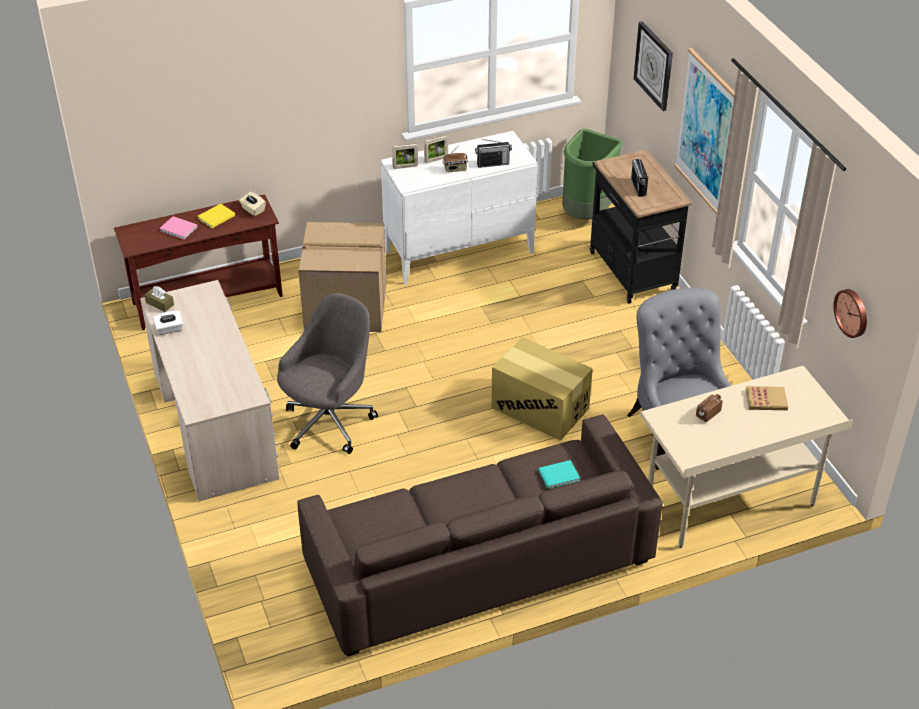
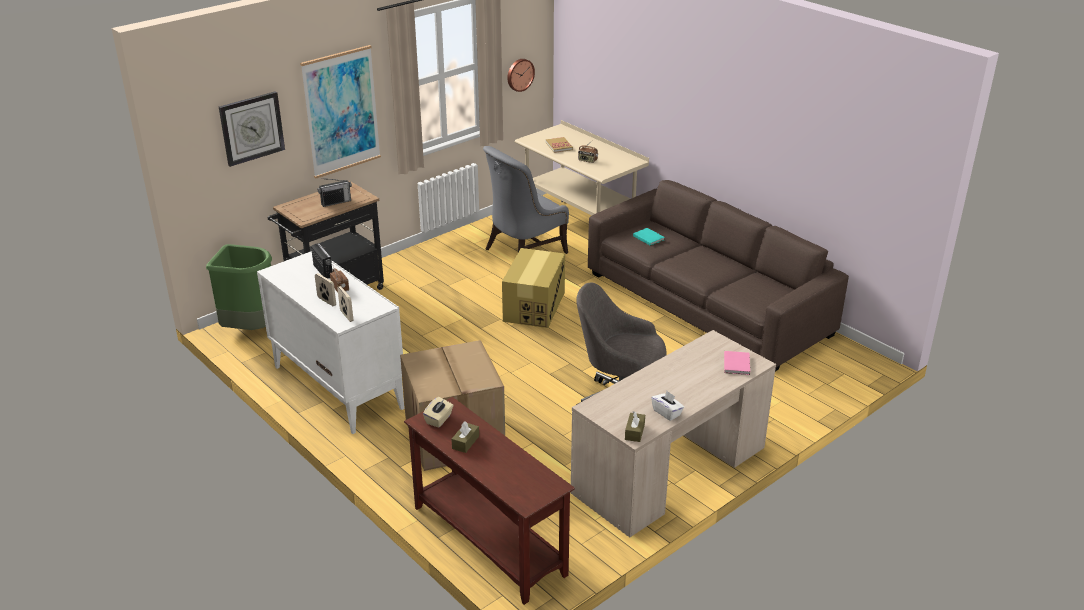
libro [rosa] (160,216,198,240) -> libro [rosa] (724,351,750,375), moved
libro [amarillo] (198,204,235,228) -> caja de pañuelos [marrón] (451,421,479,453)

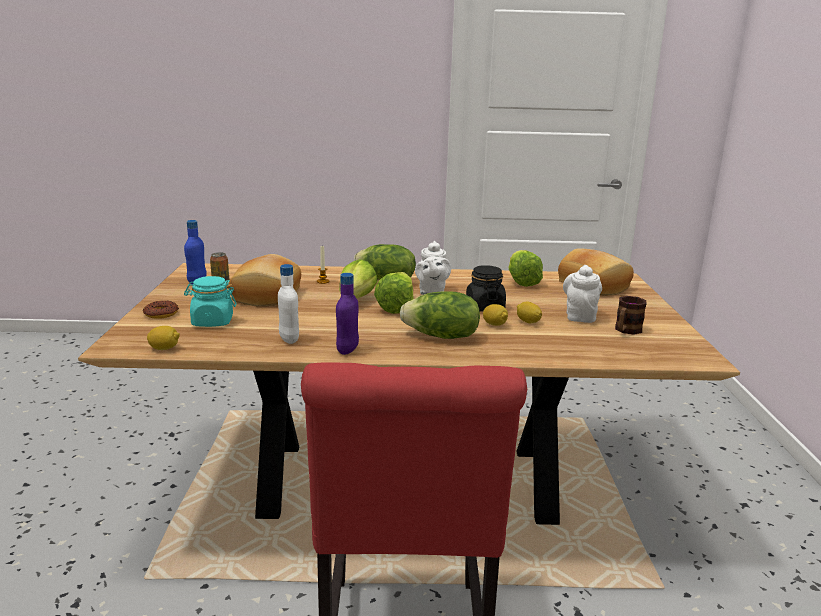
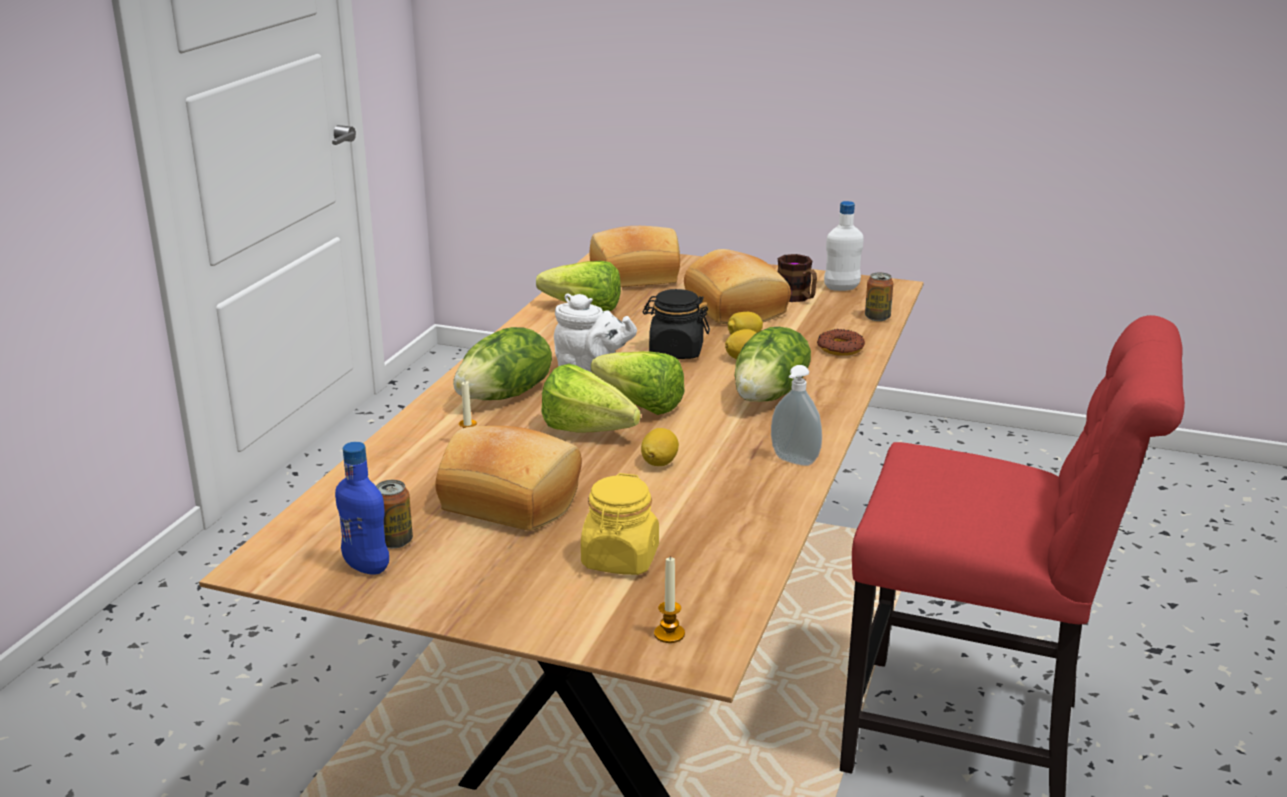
none -> vela (654,556,685,643)
none -> lata (865,272,893,321)
rosquilla (143,300,179,319) -> rosquilla (817,329,865,356), moved
limón (147,326,180,350) -> limón (641,428,679,466), moved
botella [blanco] (278,264,299,344) -> botella [blanco] (824,201,864,291), moved
botella [morado] (336,273,359,355) -> dispensador de jabón (771,365,822,466)
tetera [blanco] (563,265,602,323) -> pan (684,249,791,324)
tarro [turquesa] (184,276,236,327) -> tarro [amarillo] (581,473,659,575)

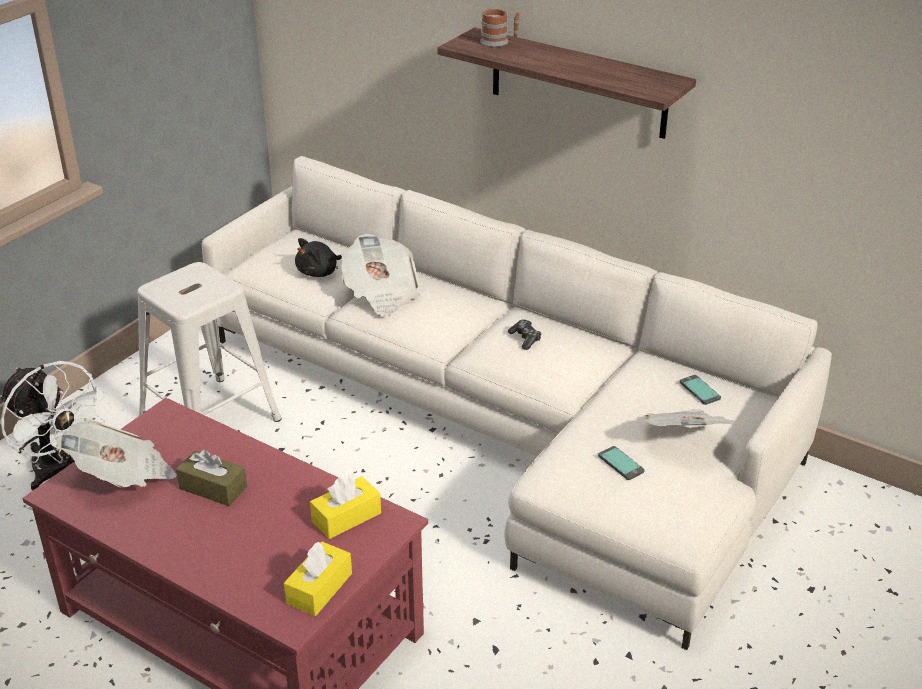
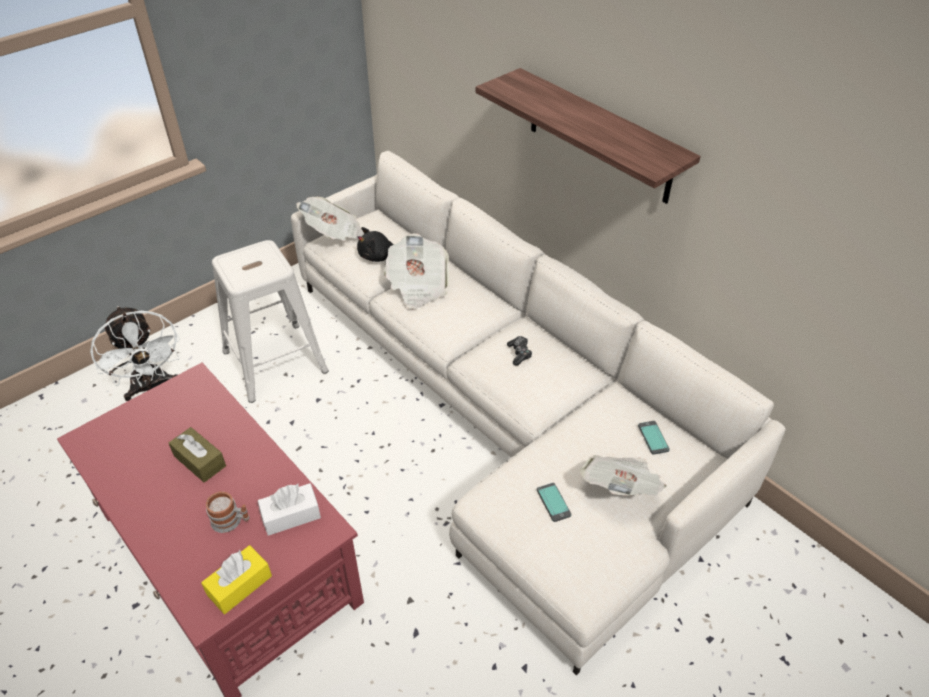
periódico (56,421,177,488) -> periódico (296,197,364,241), moved
taza grande (480,9,520,47) -> taza grande (206,491,250,533), moved
caja de pañuelos [amarillo] (310,474,381,539) -> caja de pañuelos [blanco] (258,483,321,536)

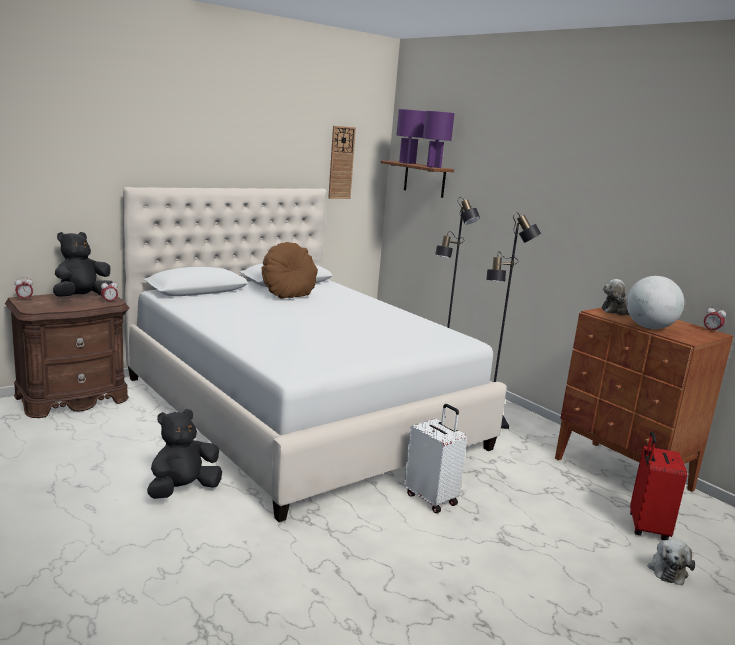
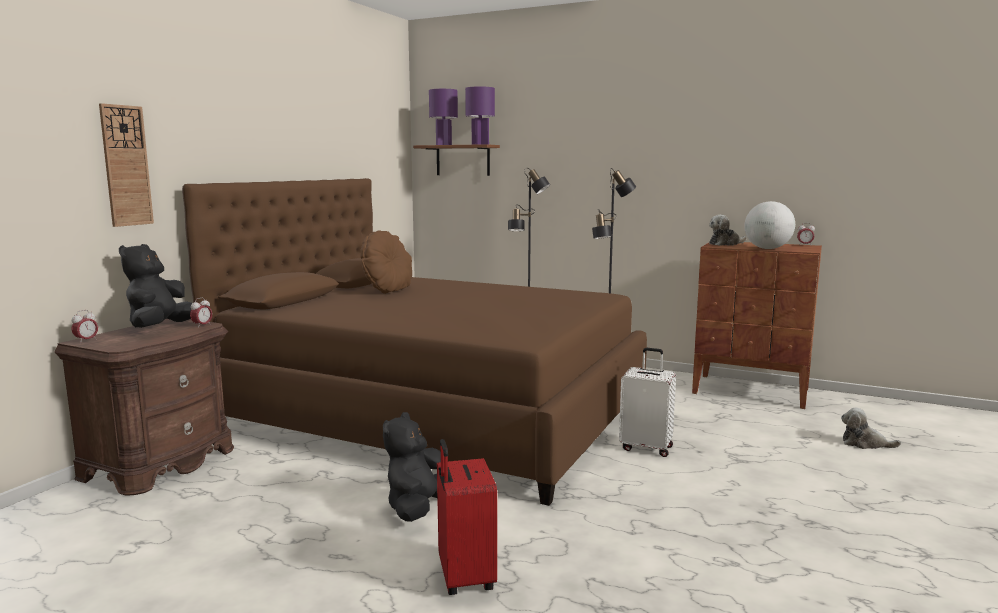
reloj de pared (328,126,356,199) -> reloj de pared (99,103,154,227), moved
maleta [rojo] (630,432,687,540) -> maleta [rojo] (437,439,497,595), moved
cama [blanco] (123,187,507,522) -> cama [marrón] (182,178,647,506)
peluche (648,539,695,585) -> peluche (841,407,901,449), 120 degrees clockwise

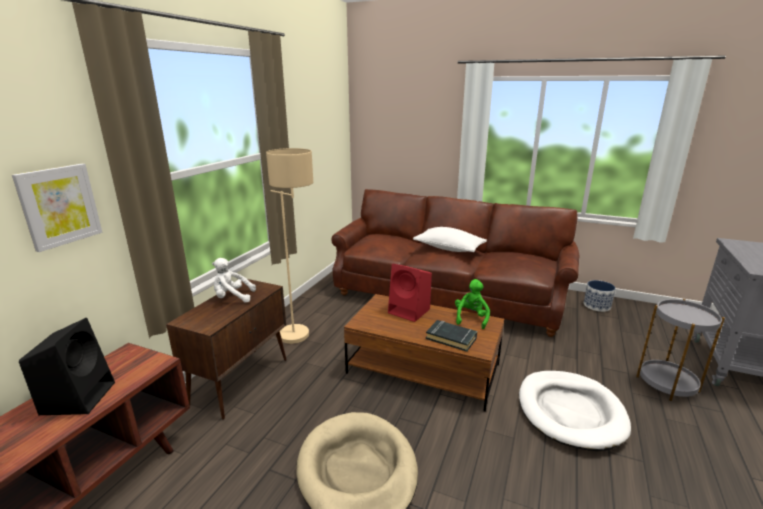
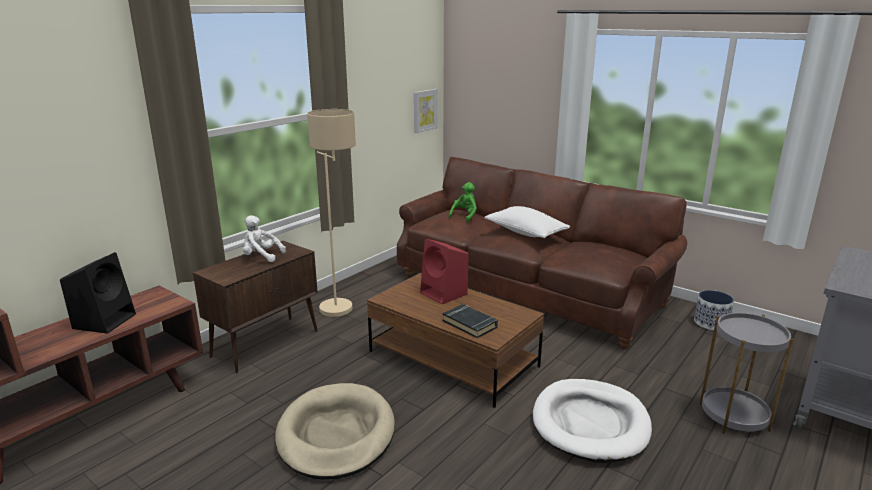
cuadro (12,164,102,252) -> cuadro (414,89,438,133), moved
peluche [verde] (455,279,490,329) -> peluche [verde] (448,182,477,222), moved

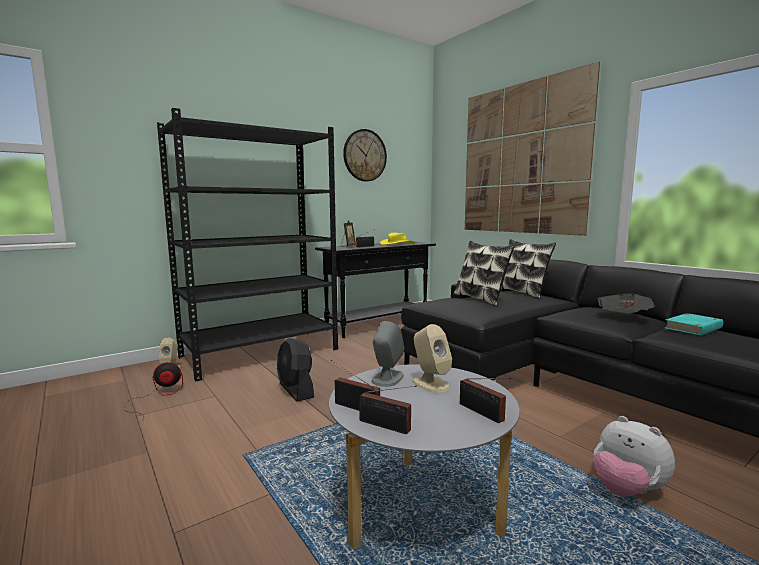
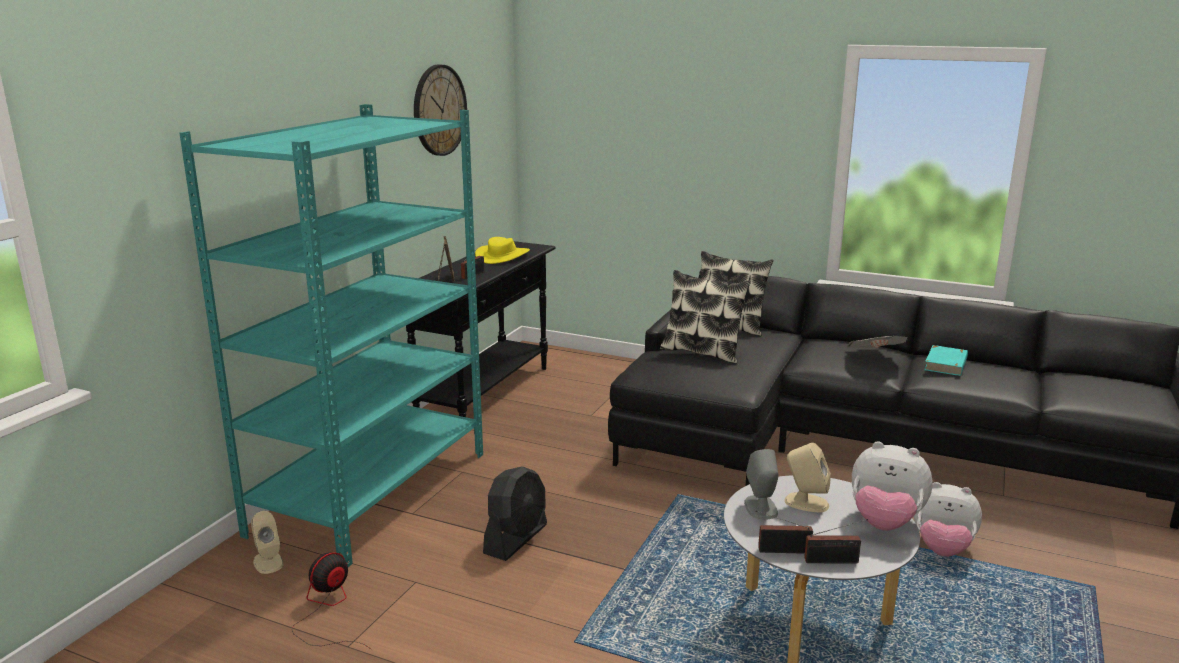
cuadro (465,61,600,236) -> none
radio (460,378,511,423) -> peluche (852,441,933,531)
estantería [negro] (157,108,338,381) -> estantería [turquesa] (179,104,483,567)
ventilador [negro] (277,338,314,402) -> ventilador [negro] (483,466,547,561), 90 degrees counterclockwise

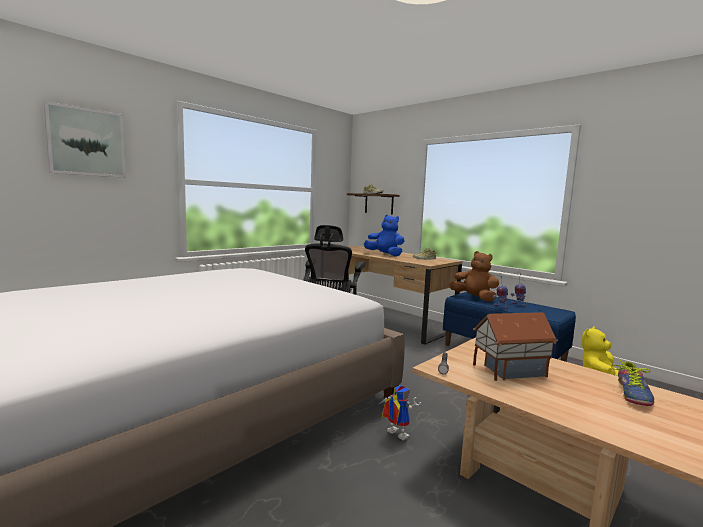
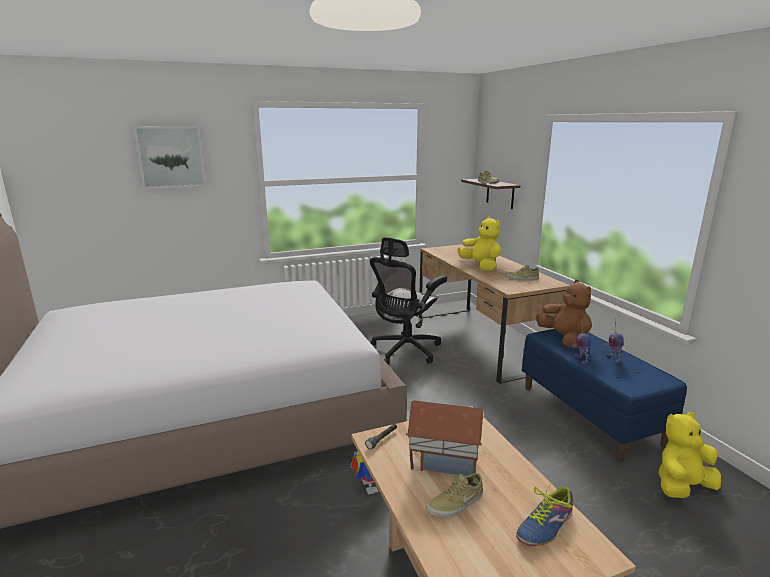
none -> zapato [beis] (426,473,483,518)
peluche [azul] (364,215,405,256) -> peluche [amarillo] (458,216,501,271)

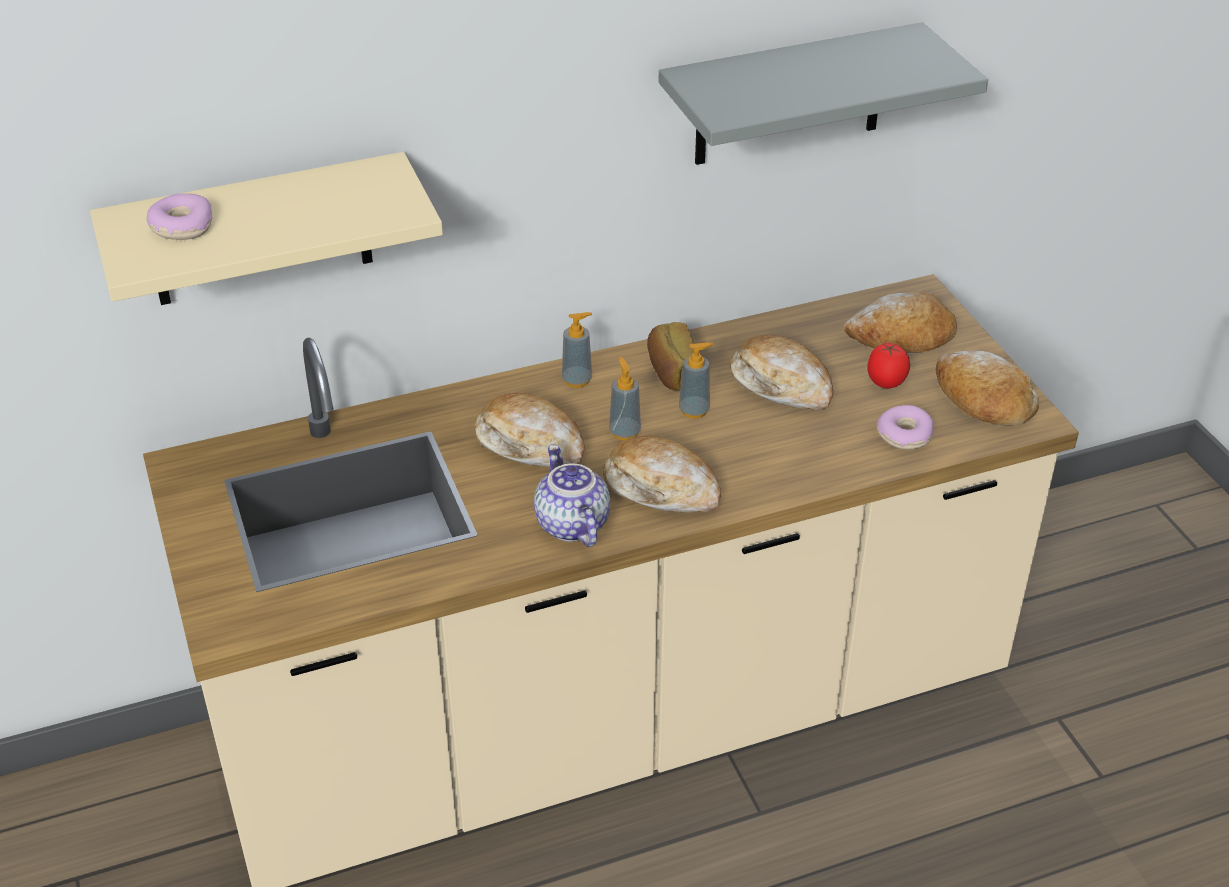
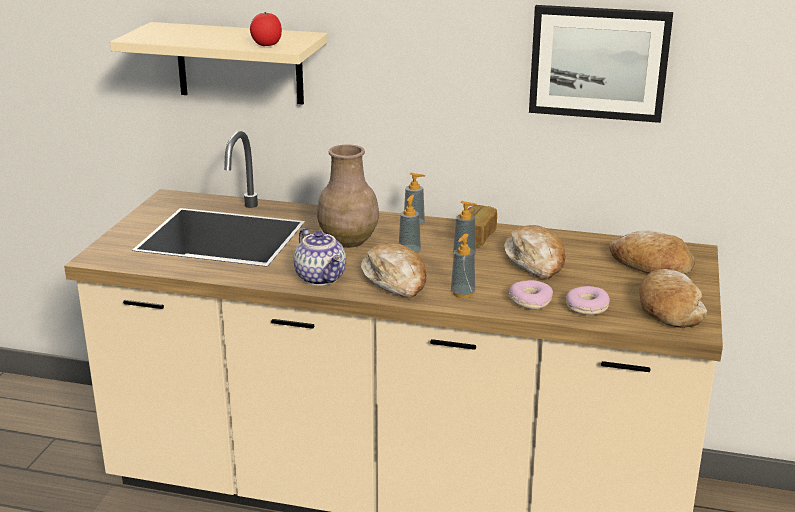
none -> dispensador de jabón (451,234,475,298)
rosquilla (147,193,212,240) -> rosquilla (509,280,553,310), moved
tomate (868,343,910,388) -> tomate (250,12,282,46), moved
pan (474,393,585,467) -> florero [marrón] (317,145,379,248)
estante [gris] (659,22,988,165) -> cuadro (529,5,673,123)
tetera (534,444,610,547) -> tetera (294,228,346,286), 135 degrees clockwise

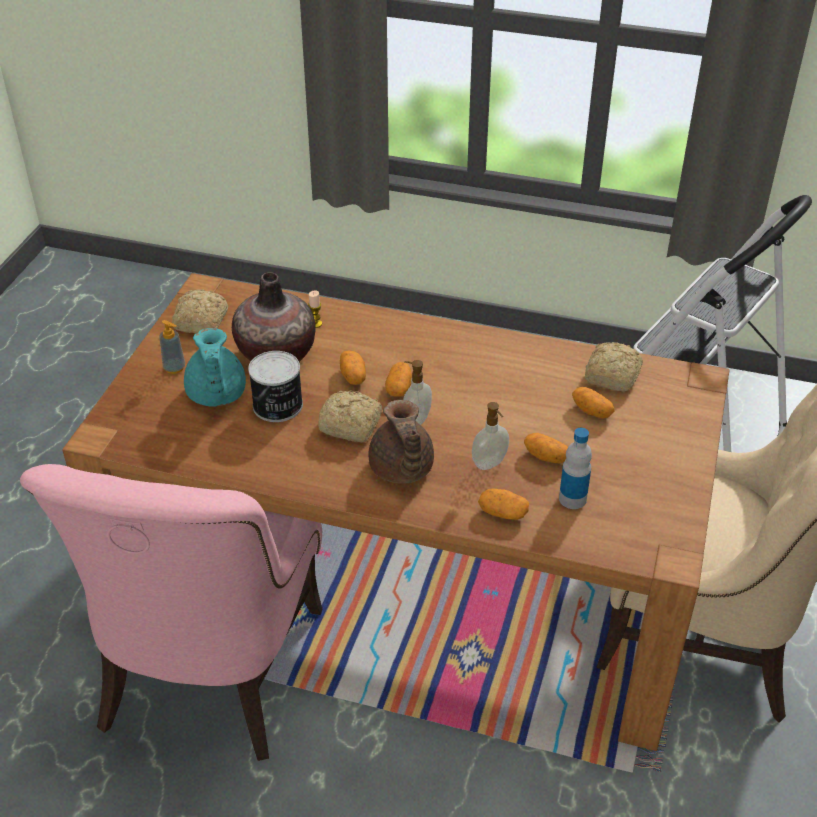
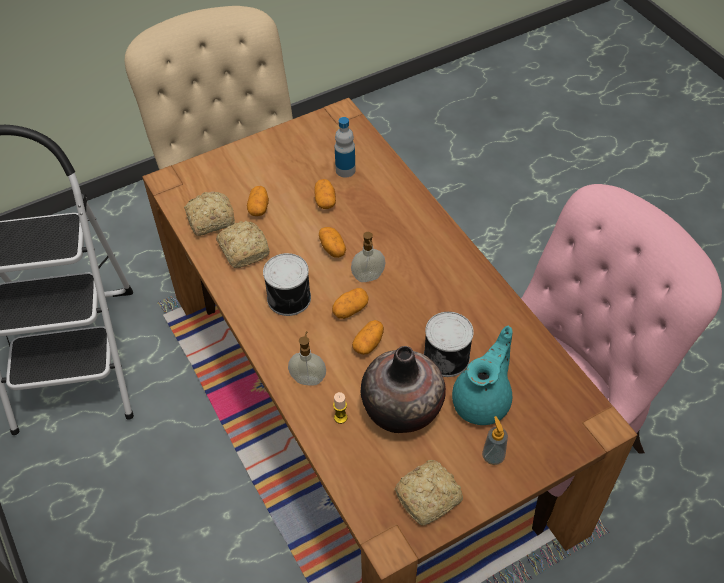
tetera [marrón] (368,400,434,484) -> none
none -> lata (263,253,311,316)
pan (318,390,382,442) -> pan (216,221,270,268), moved
dispensador de jabón (472,402,509,470) -> dispensador de jabón (288,331,326,386), moved
patata (478,489,529,520) -> patata (319,227,346,258), moved

